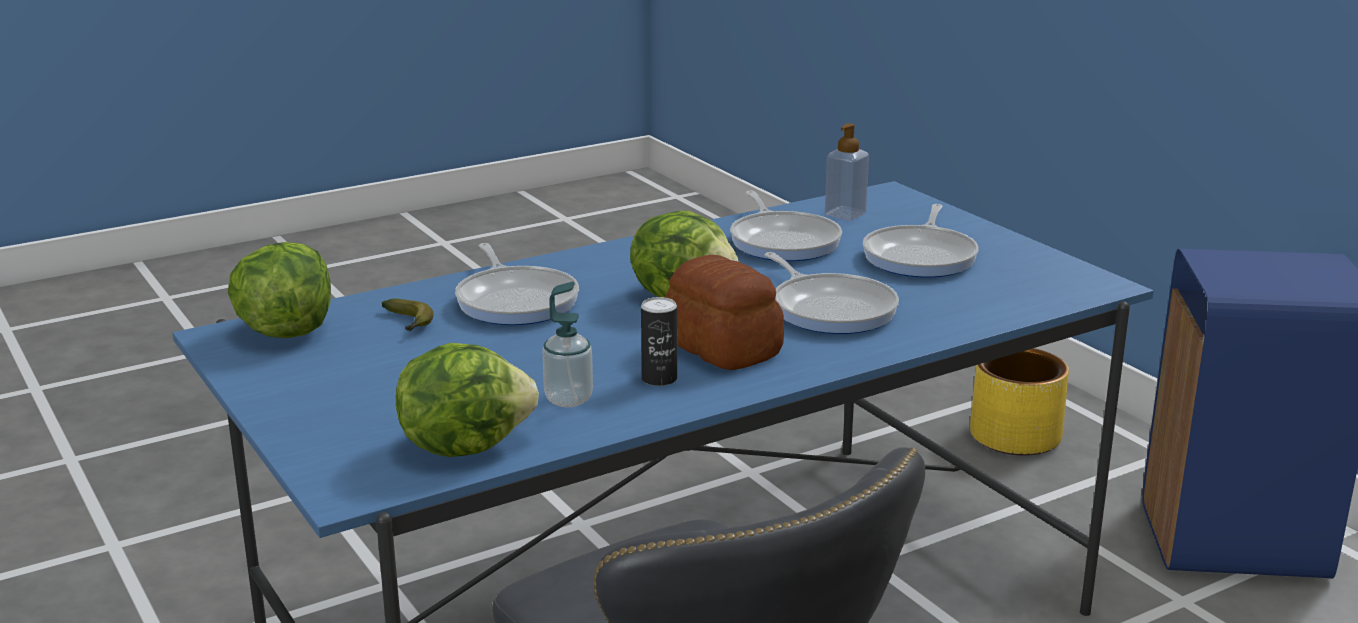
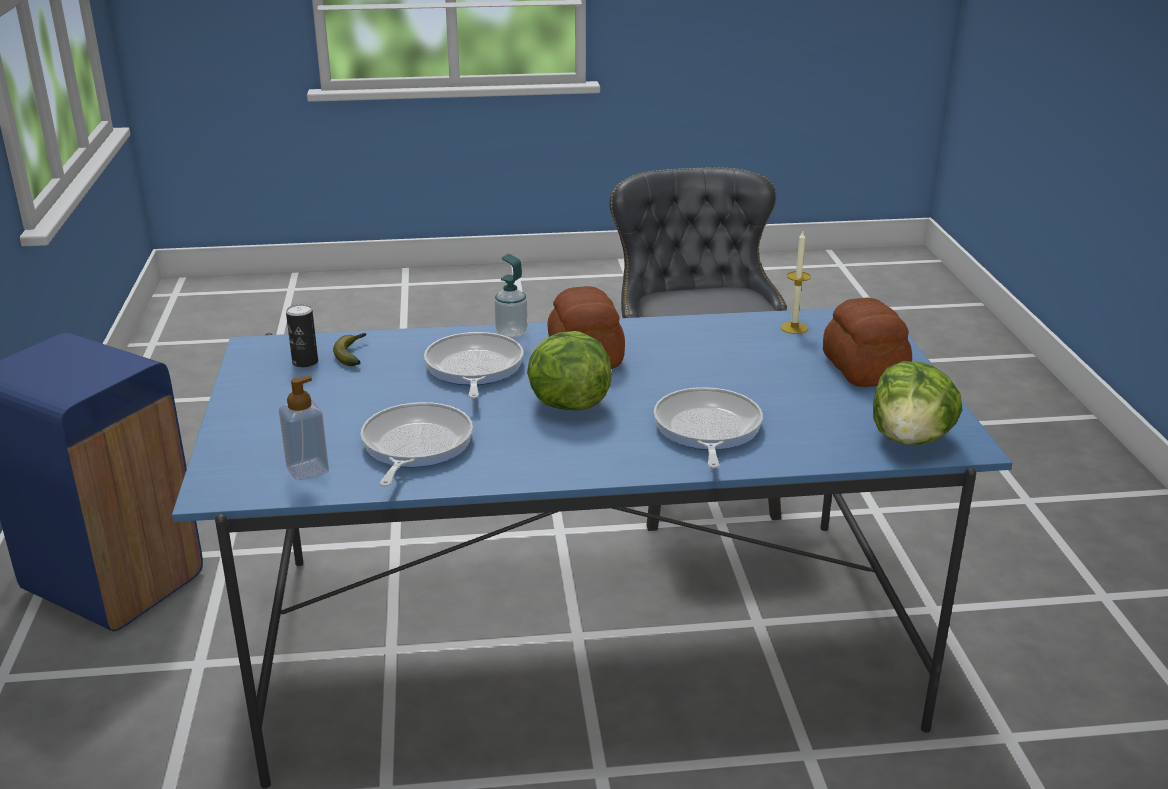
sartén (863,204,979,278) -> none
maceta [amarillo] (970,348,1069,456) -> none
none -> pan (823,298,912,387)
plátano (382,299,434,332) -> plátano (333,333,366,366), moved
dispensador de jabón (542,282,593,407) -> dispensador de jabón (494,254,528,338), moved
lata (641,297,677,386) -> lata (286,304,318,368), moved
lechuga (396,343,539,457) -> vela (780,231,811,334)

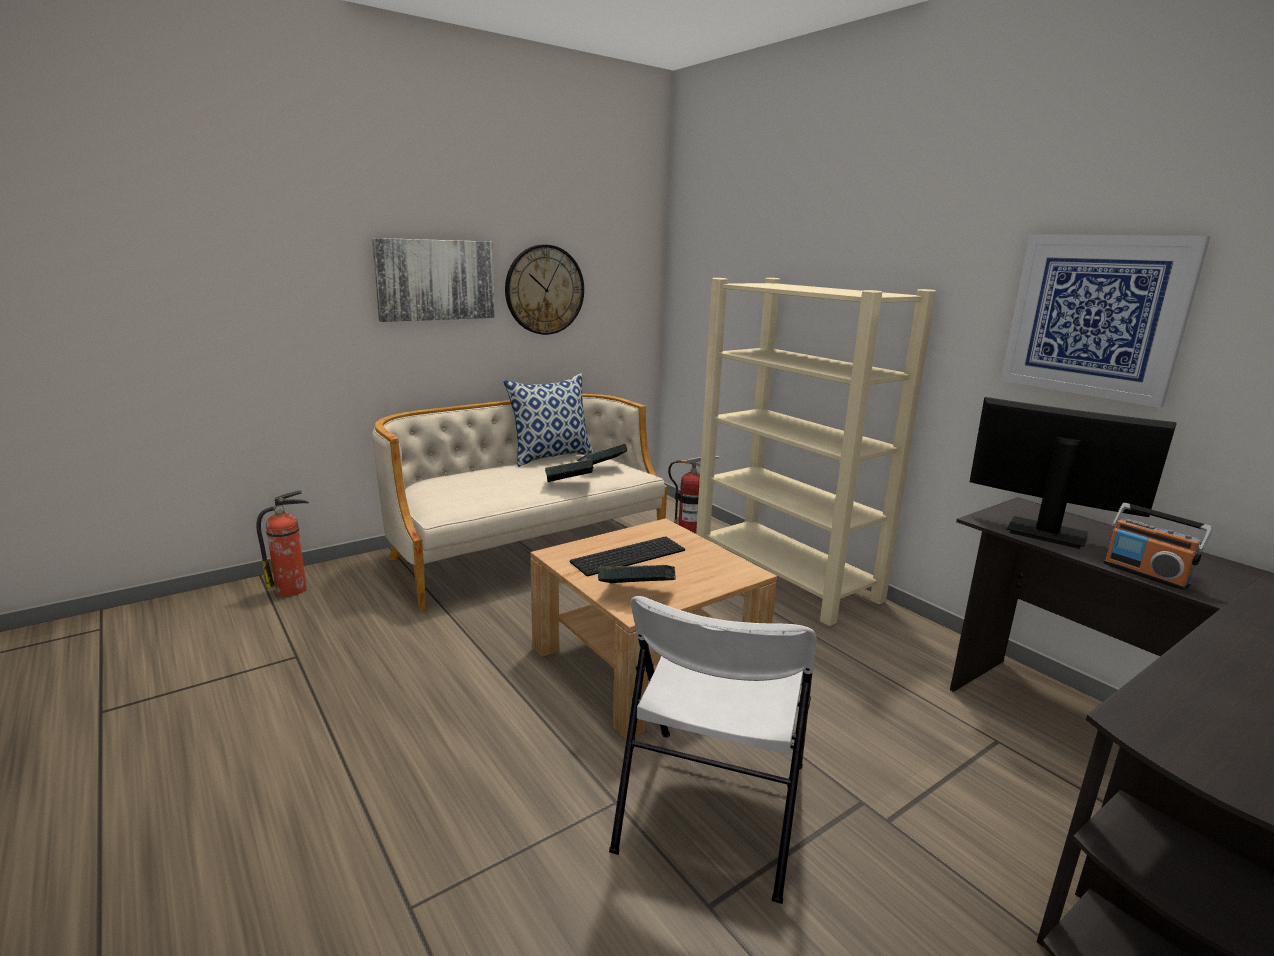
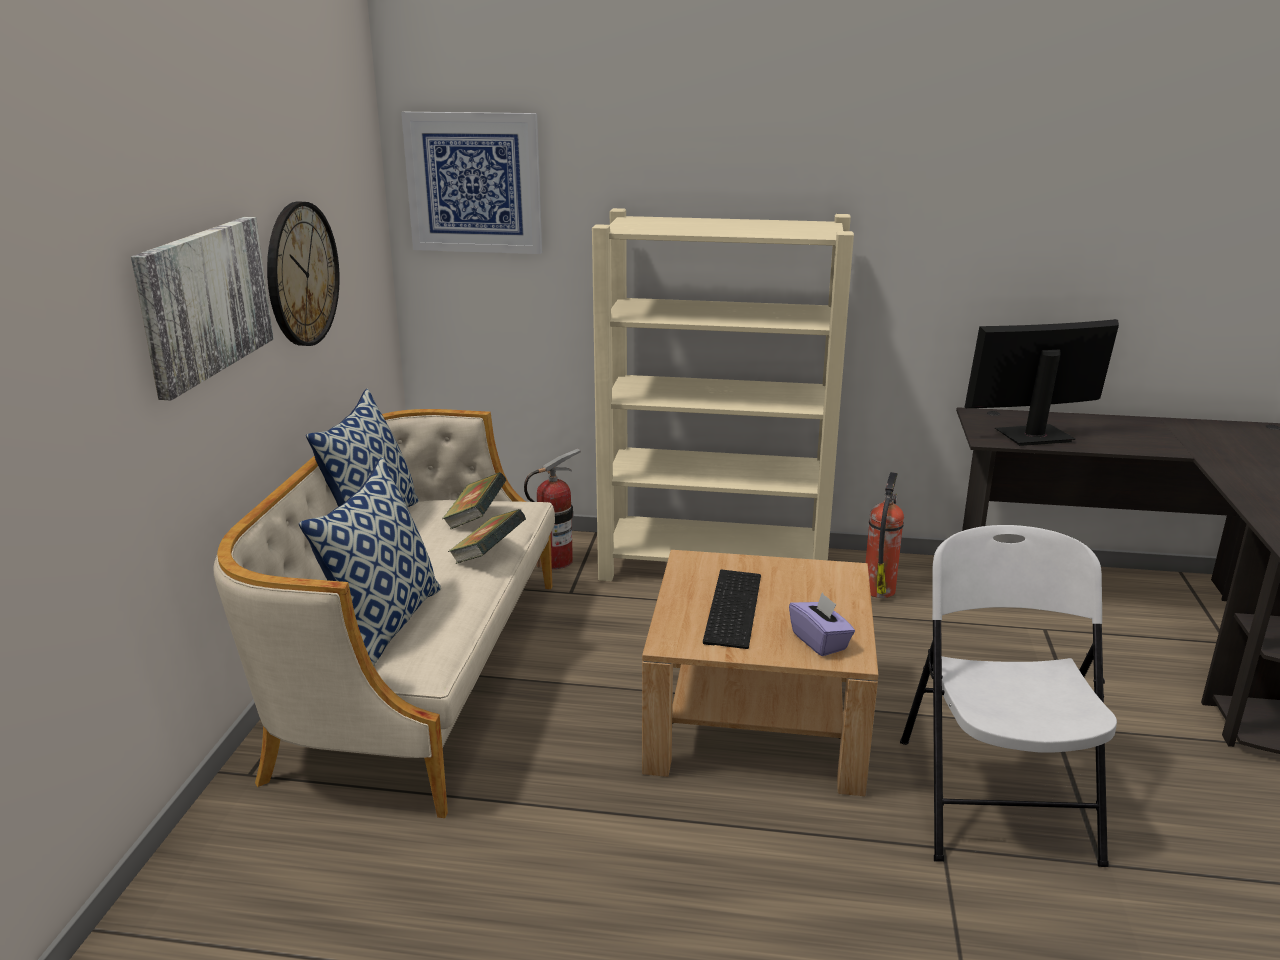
radio (1103,503,1212,590) -> none
none -> cojín (299,457,441,666)
extintor (256,490,309,597) -> extintor (865,472,904,598), moved
cuadro (1001,234,1211,408) -> cuadro (401,112,542,254), moved
libro (598,565,676,583) -> caja de pañuelos [morado] (789,593,855,656)
silla [blanco] (609,596,817,904) -> silla [blanco] (900,525,1117,867), 150 degrees counterclockwise

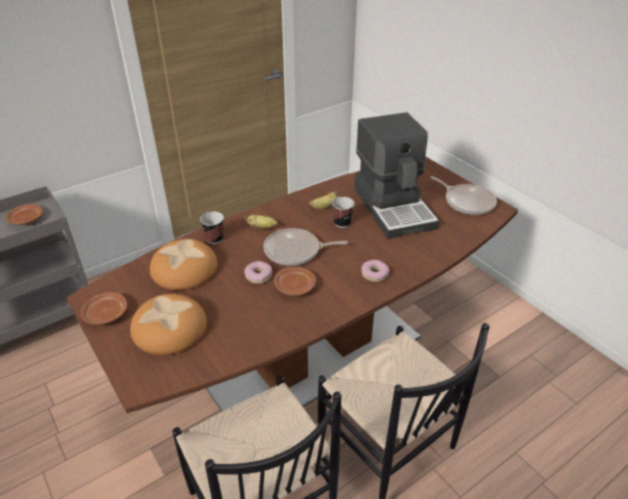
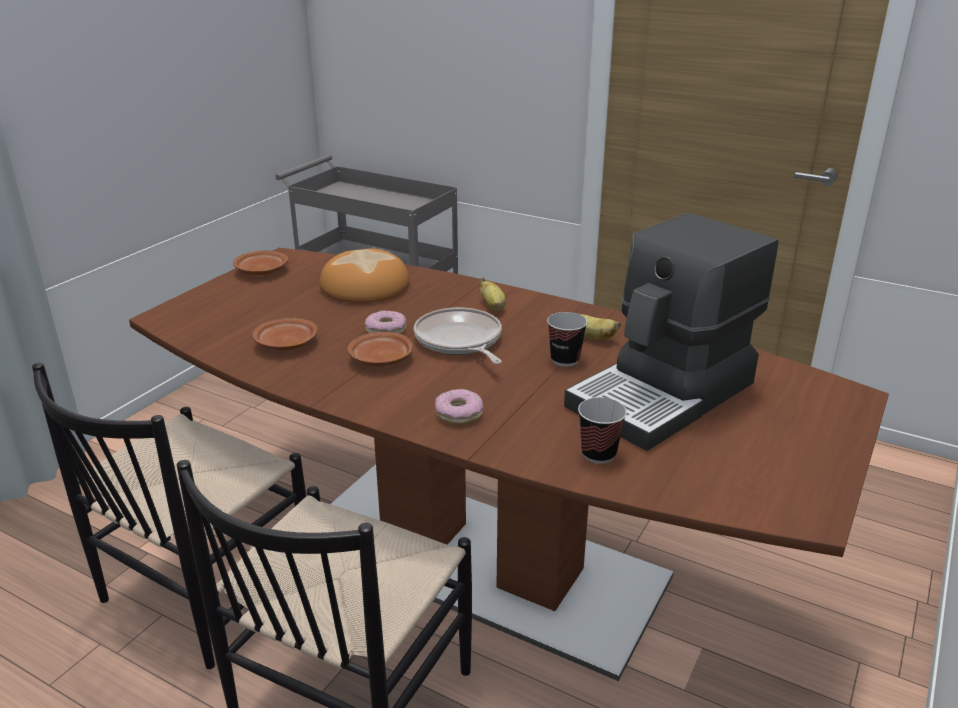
pan (130,294,207,355) -> none
sartén (430,176,497,215) -> none
plato [marrón] (5,204,43,225) -> plato [marrón] (252,318,318,350), moved
taza (200,212,224,244) -> taza (578,397,627,464), moved

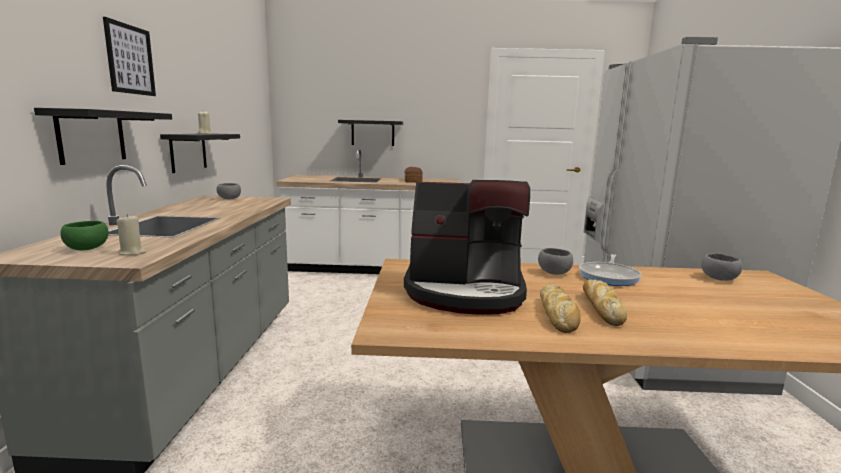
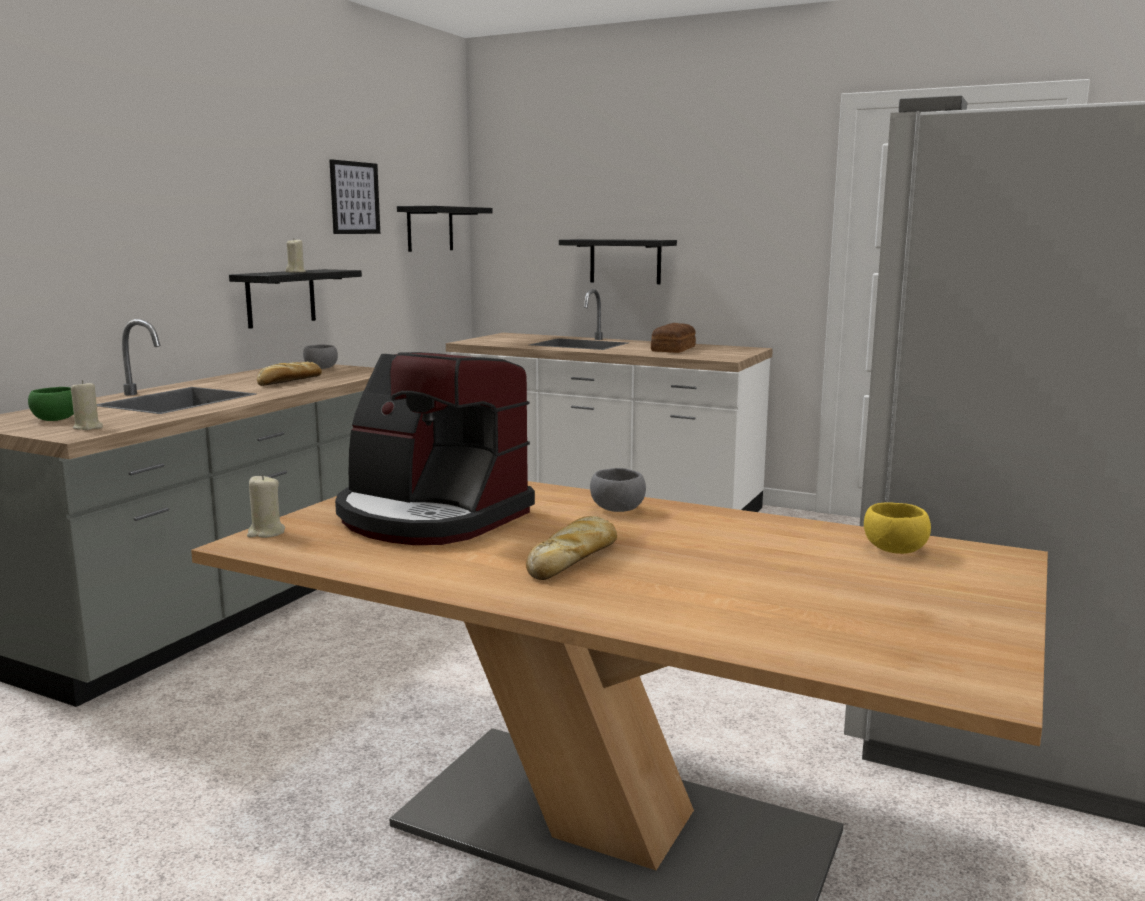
sartén (579,254,642,286) -> none
none -> vela [beis] (247,474,285,538)
estante [negro] (34,108,172,165) -> estante [negro] (397,206,493,252), moved
cuadro (103,17,156,96) -> cuadro (329,159,380,234), moved
pan (540,285,581,333) -> pan (257,362,322,386), moved
cuenco [gris] (701,253,742,281) -> cuenco [amarillo] (864,502,931,554)

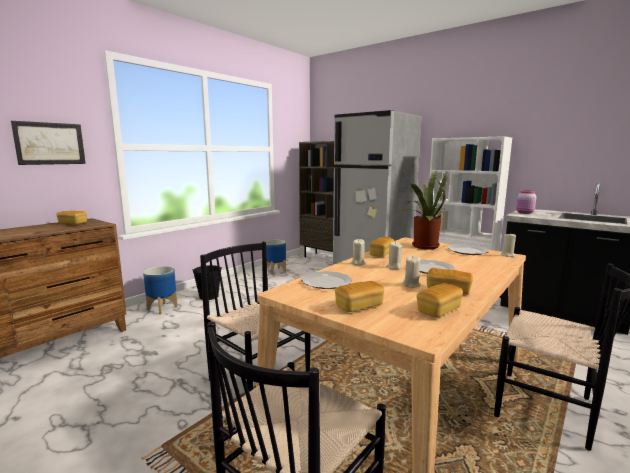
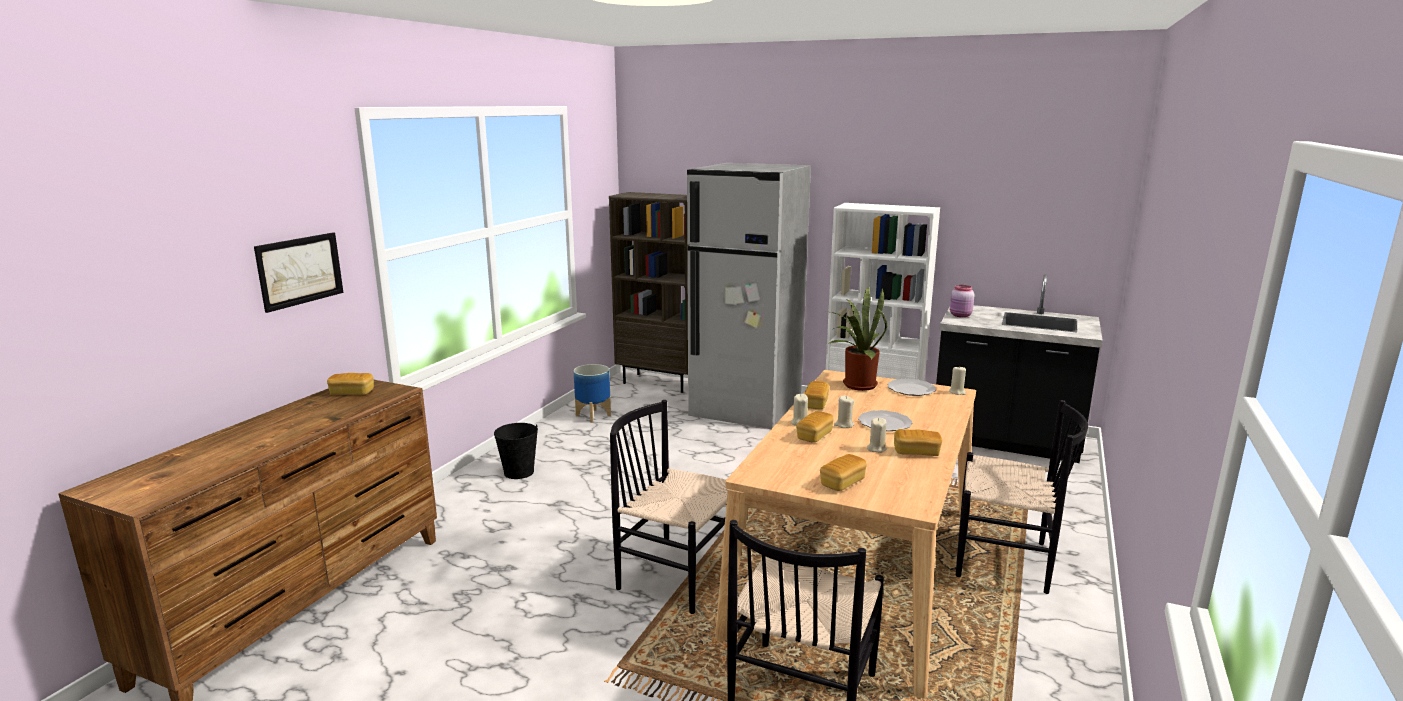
maceta (143,266,178,314) -> none
plato (301,271,352,289) -> none
pan (417,283,463,317) -> pan (796,411,834,443), moved

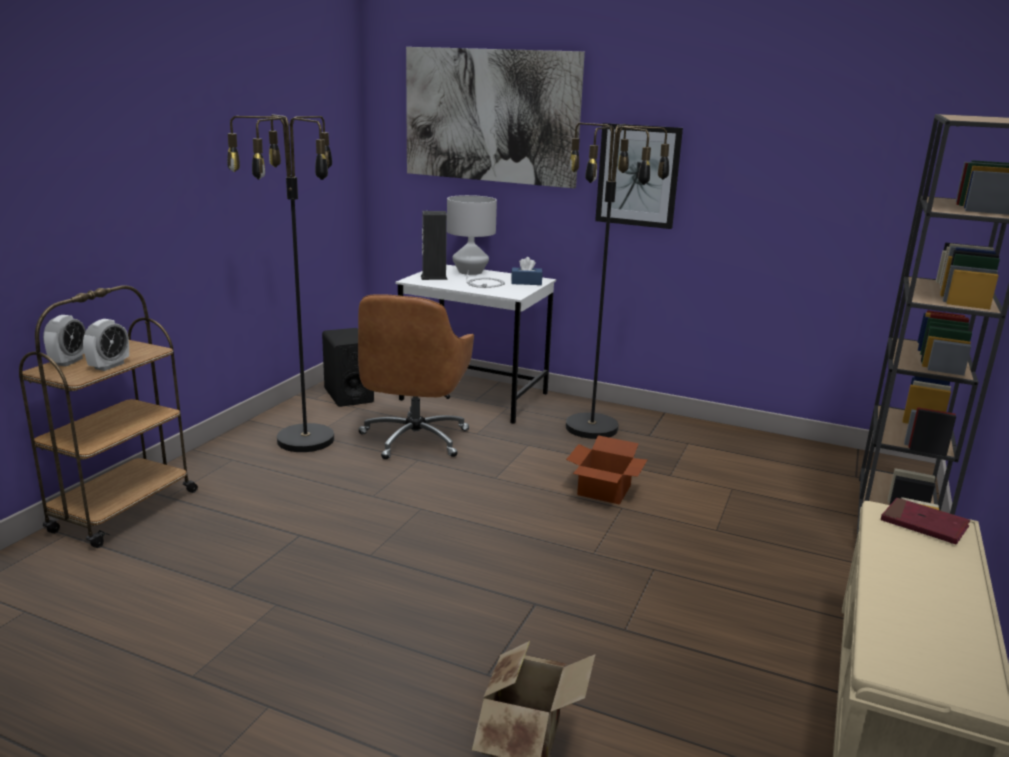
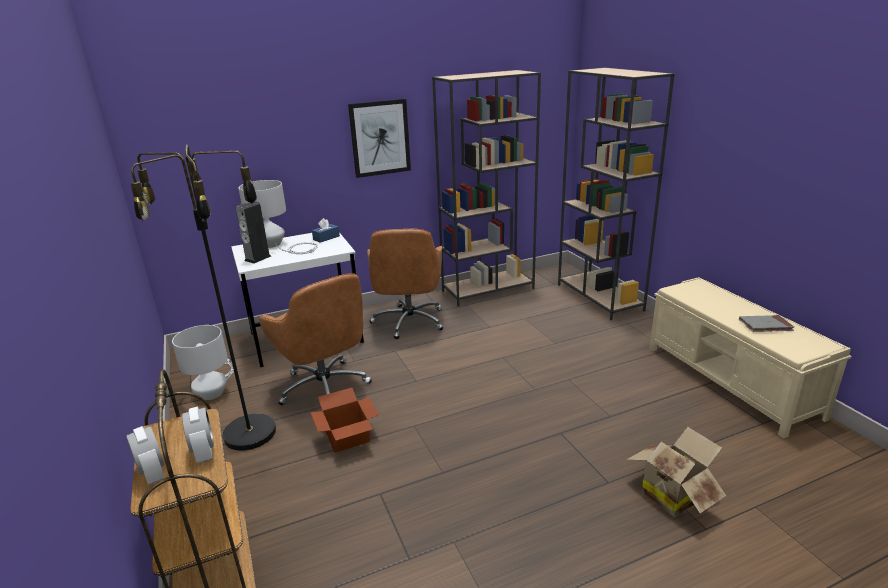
cuadro (406,47,585,188) -> none
libro [rojo] (881,498,970,544) -> none
none -> estantería (432,70,541,306)
none -> libro [gris] (739,315,794,332)
caja de cartón (566,435,647,504) -> caja de cartón (310,388,379,453), moved
altavoz [negro] (322,328,374,407) -> lámpara de mesa [blanco] (172,325,234,400)
lámpara de pie (566,123,669,439) -> silla de oficina [marrón] (367,229,443,339)

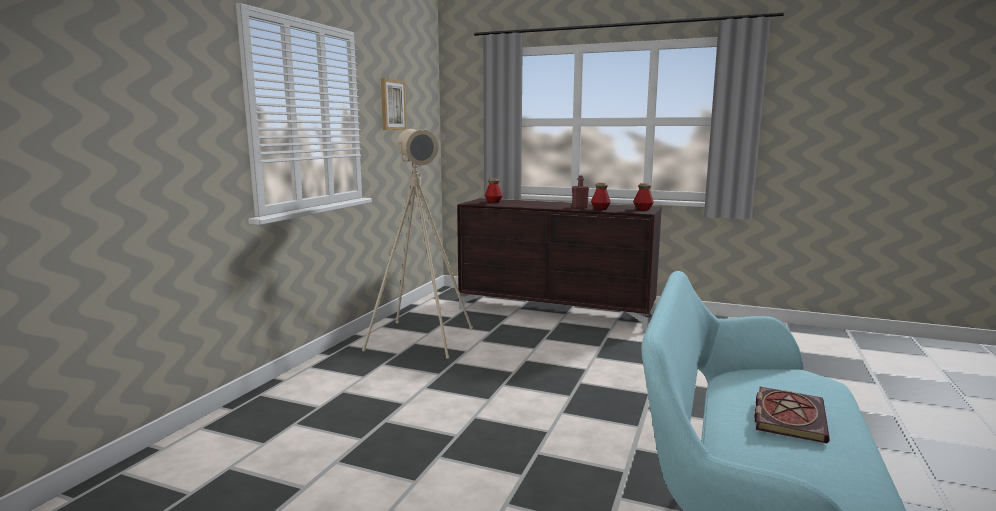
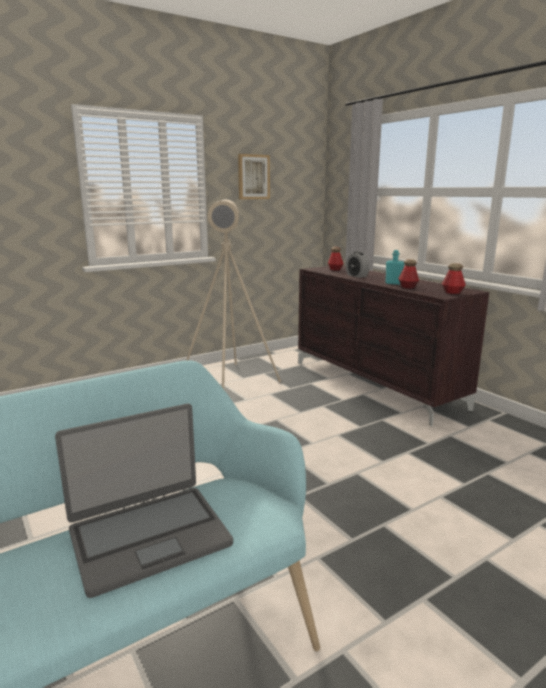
none -> despertador (346,252,370,278)
libro (754,387,830,443) -> portátil (55,404,233,598)
botella [rojo] (572,176,589,208) -> botella [turquesa] (385,250,404,285)

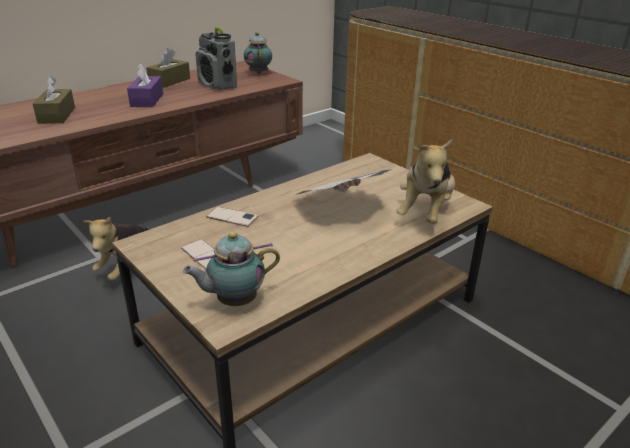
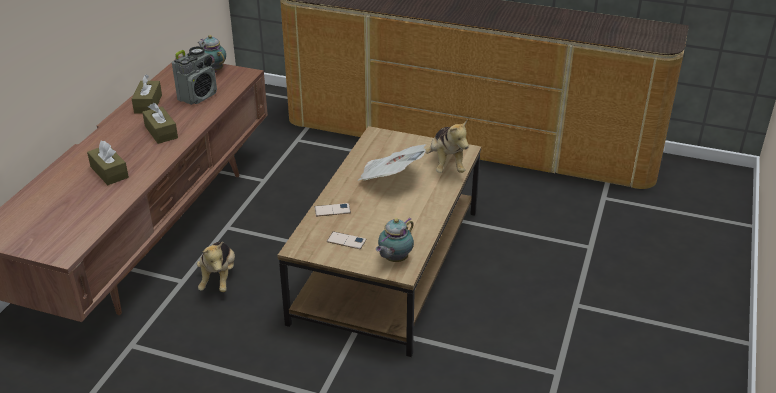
caja de pañuelos [morado] (127,64,163,107) -> caja de pañuelos [marrón] (142,103,178,144)
radio (195,27,237,90) -> radio (172,46,217,105), 75 degrees counterclockwise

